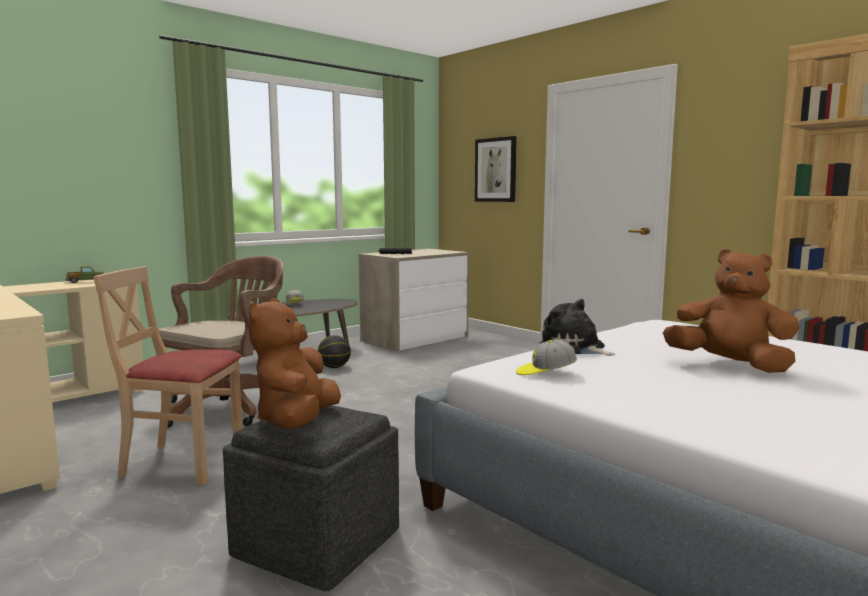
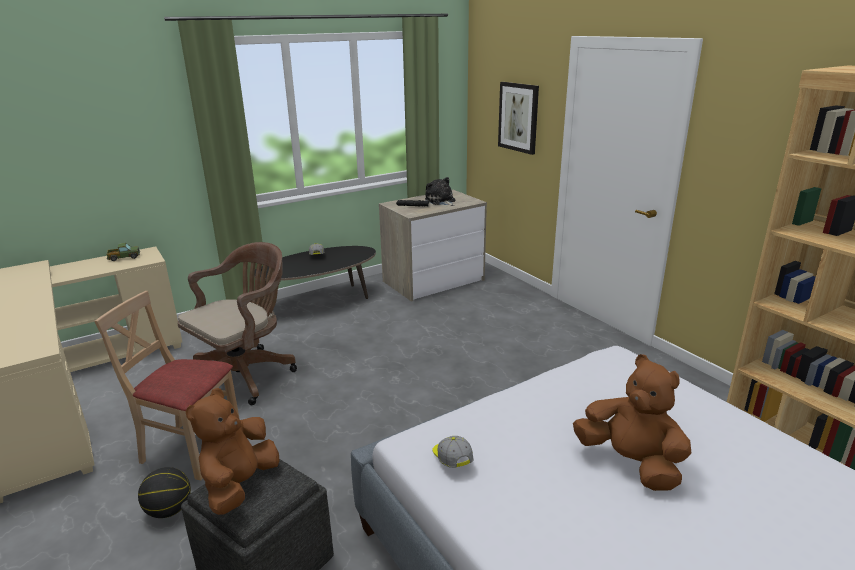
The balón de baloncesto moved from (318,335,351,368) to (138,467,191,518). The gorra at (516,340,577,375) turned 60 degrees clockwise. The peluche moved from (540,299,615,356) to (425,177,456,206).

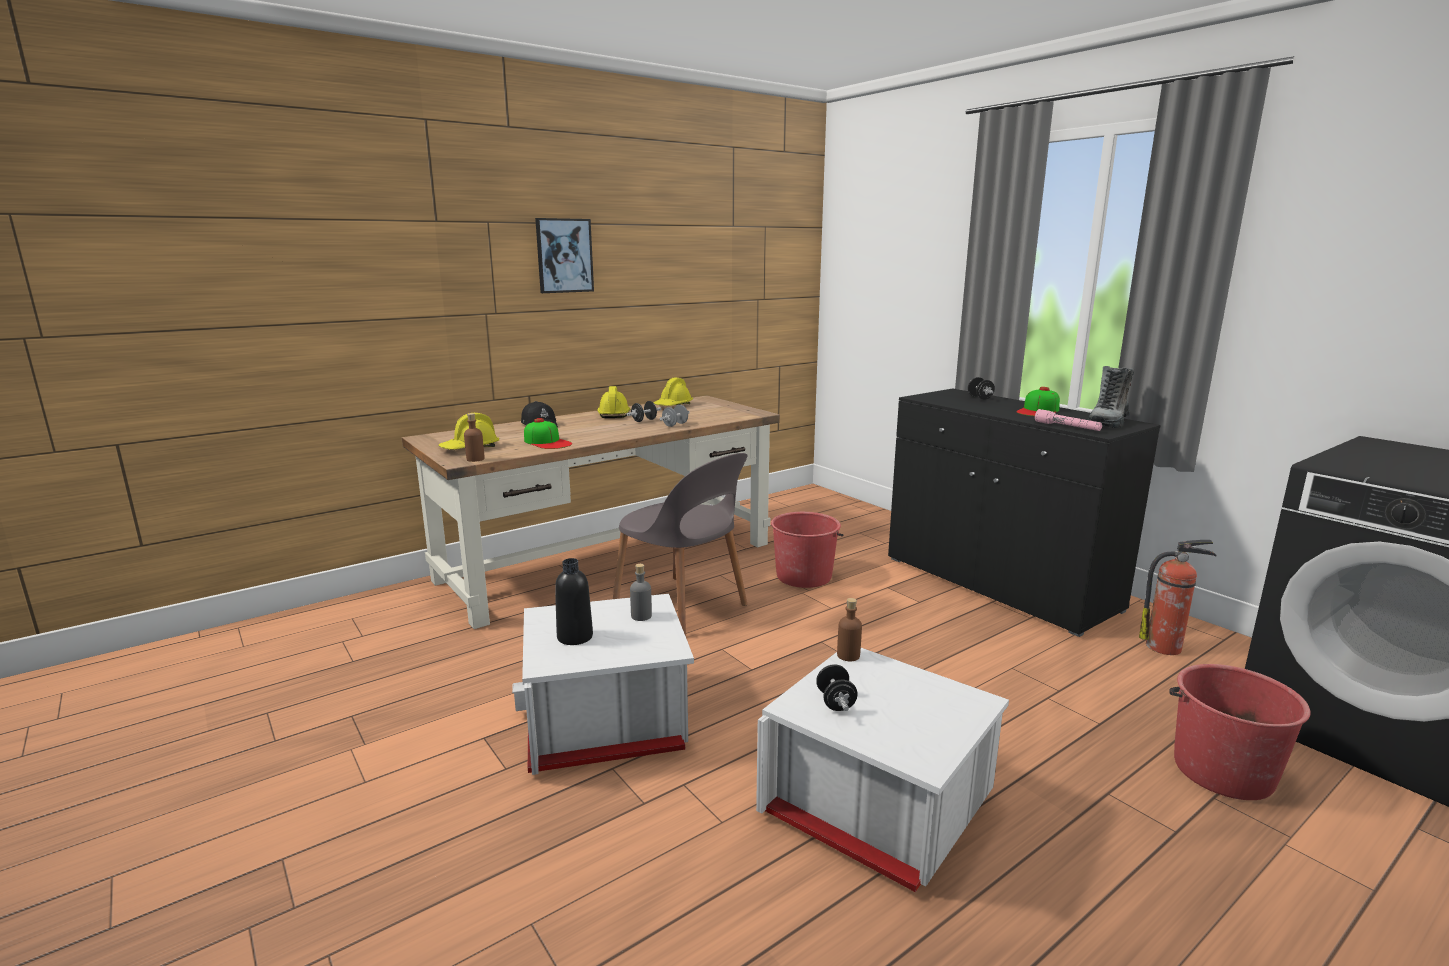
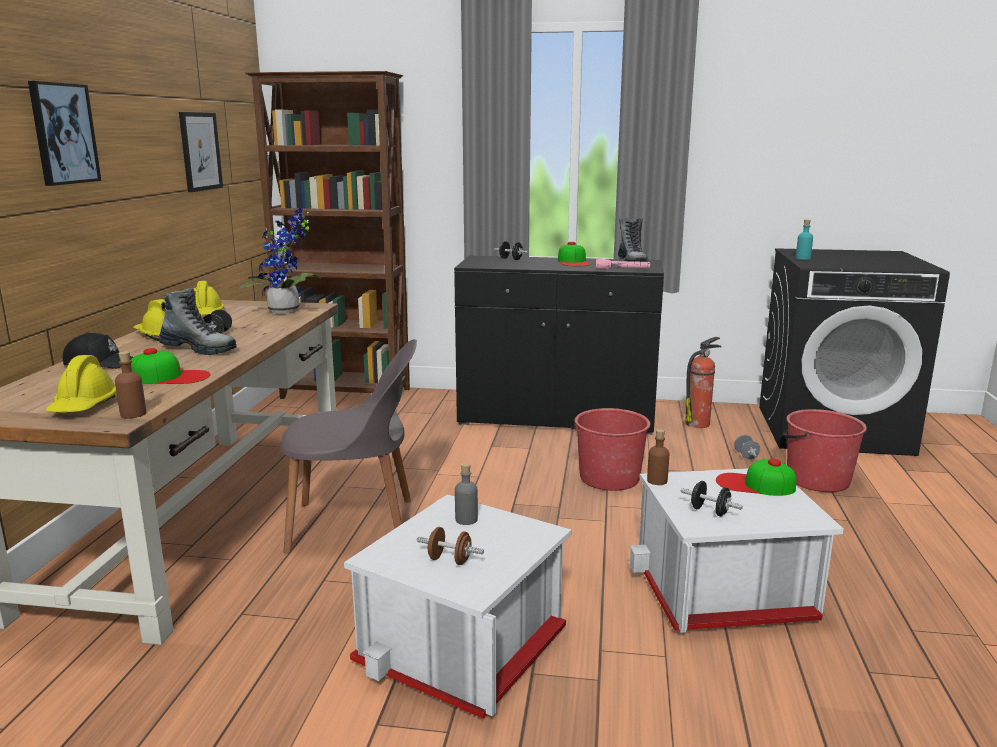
The botella [negro] at (555,558,593,645) was replaced by the mancuerna [marrón] at (417,527,484,565). The mancuerna [gris] moved from (659,405,690,427) to (734,435,760,459). The cubo [rojo] moved from (771,512,844,588) to (571,408,651,491). The bota at (159,288,237,355) appeared. The cuadro at (179,112,223,192) appeared. The planta en maceta at (239,207,321,314) appeared. The estantería [marrón] at (245,71,410,399) appeared. The gorra at (716,458,796,496) appeared. The botella [turquesa] at (796,220,813,260) appeared.

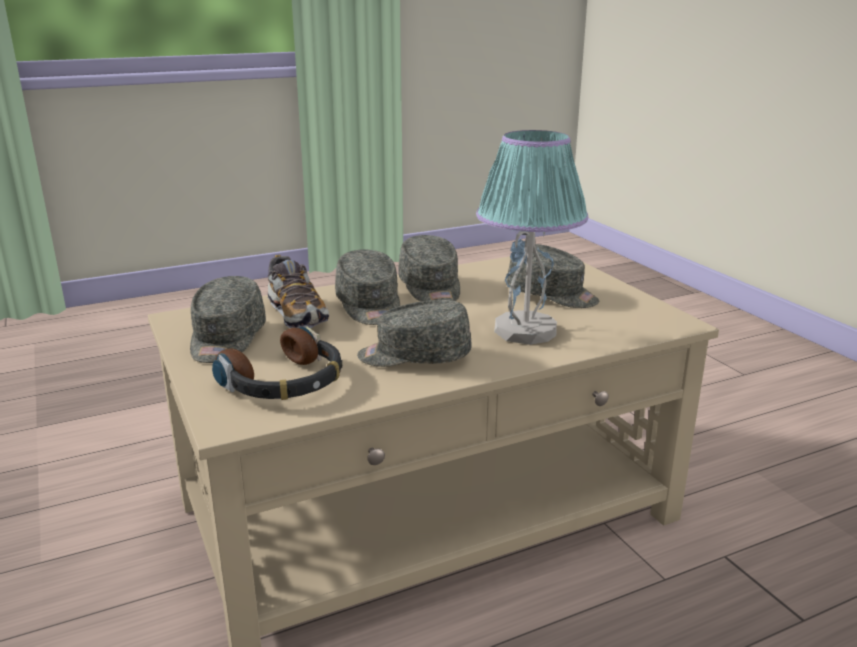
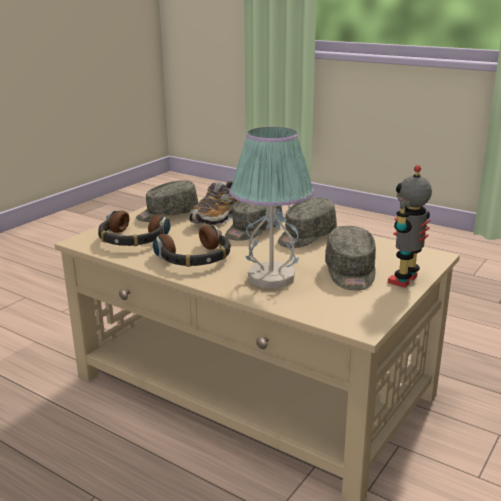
The gorra [gris] at (357,300,472,367) was replaced by the auriculares at (153,226,231,267). The robot de juguete at (388,165,432,288) appeared.

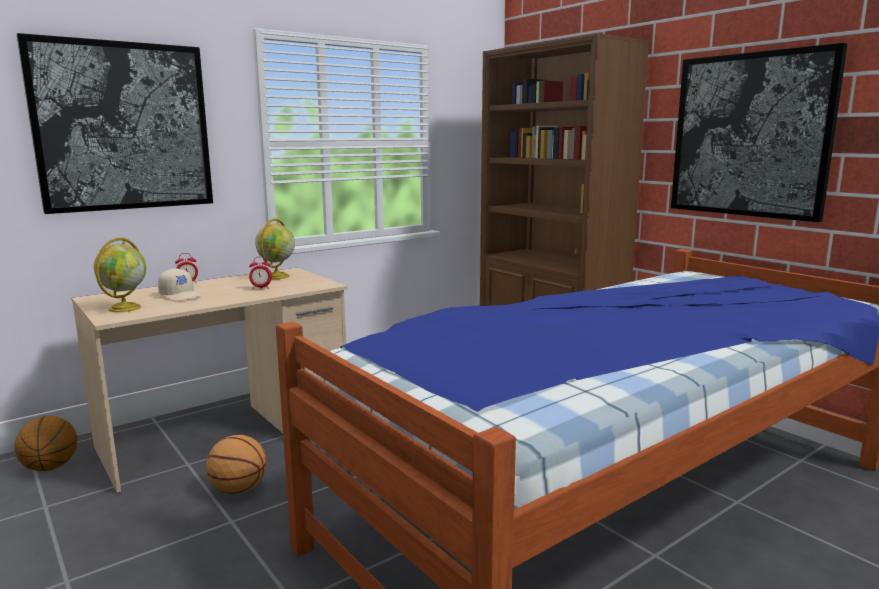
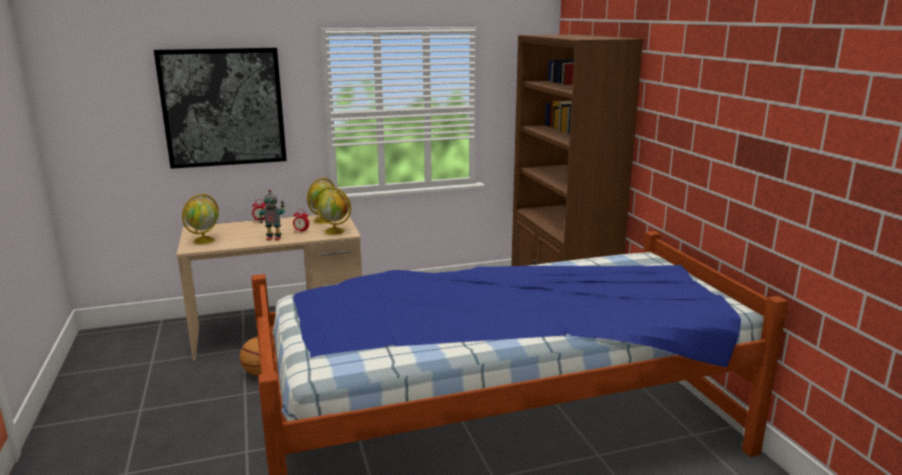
The balón de baloncesto at (14,416,77,471) disappeared. The gorra [beis] at (158,268,201,301) disappeared. The cuadro at (671,43,847,222) disappeared. The robot de juguete at (259,189,285,241) appeared. The globo terráqueo at (315,187,351,235) appeared.

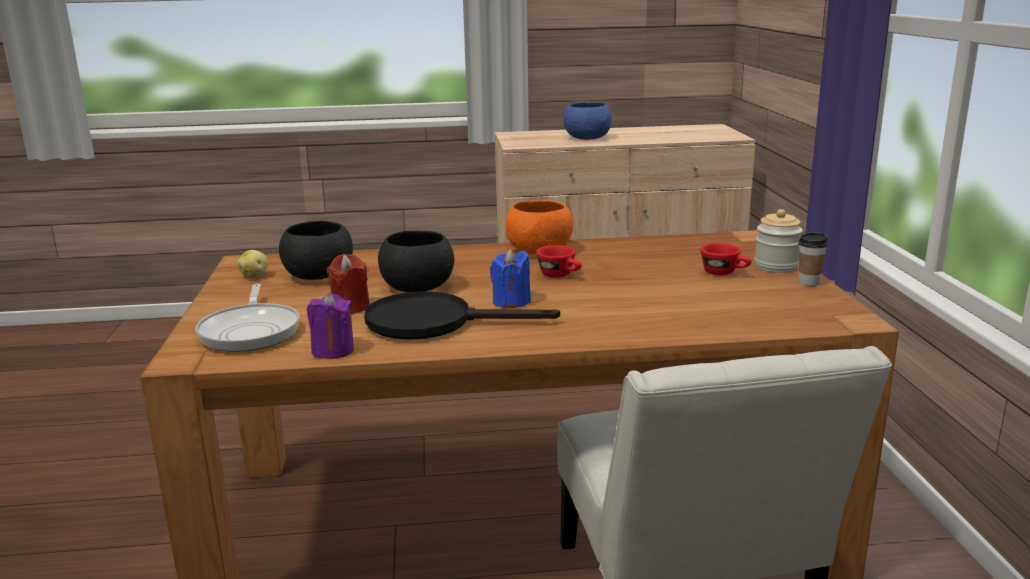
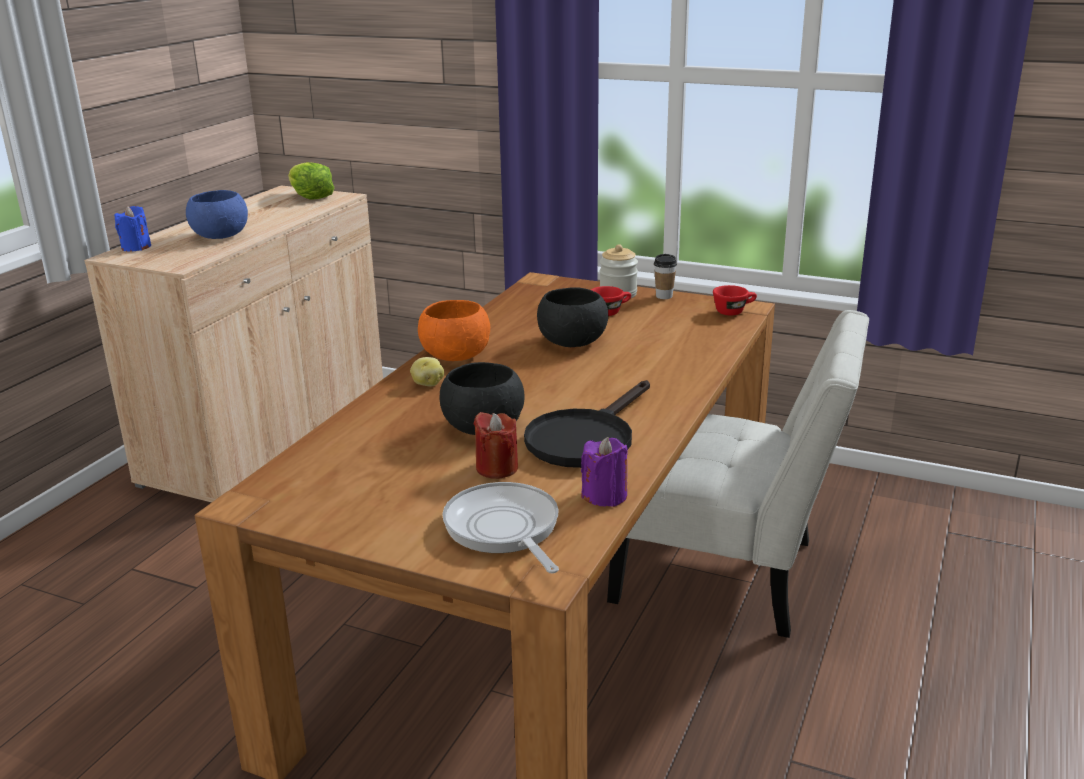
The sartén at (195,284,300,352) turned 135 degrees counterclockwise. The patata moved from (237,250,268,278) to (410,357,444,387). The cuenco [negro] moved from (279,221,353,280) to (537,287,608,347). The vela [azul] moved from (490,249,531,308) to (114,206,151,252). The taza [rojo] moved from (536,245,582,278) to (713,285,757,315). The lechuga at (288,162,334,200) appeared.

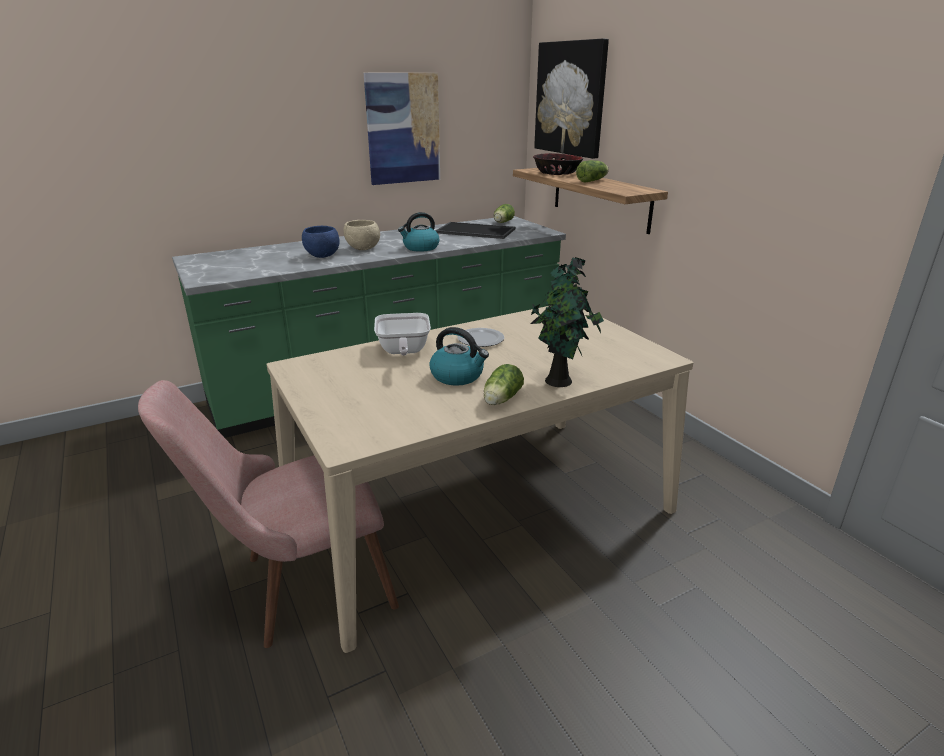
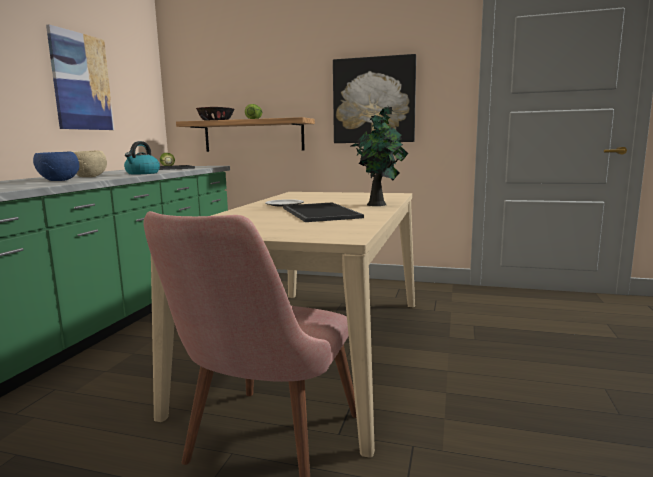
The sartén at (374,313,431,356) disappeared. The hervidor at (429,327,489,386) was replaced by the bandeja at (283,202,364,222). The lechuga at (484,364,524,405) disappeared. The cuadro moved from (534,39,609,159) to (333,54,416,143).

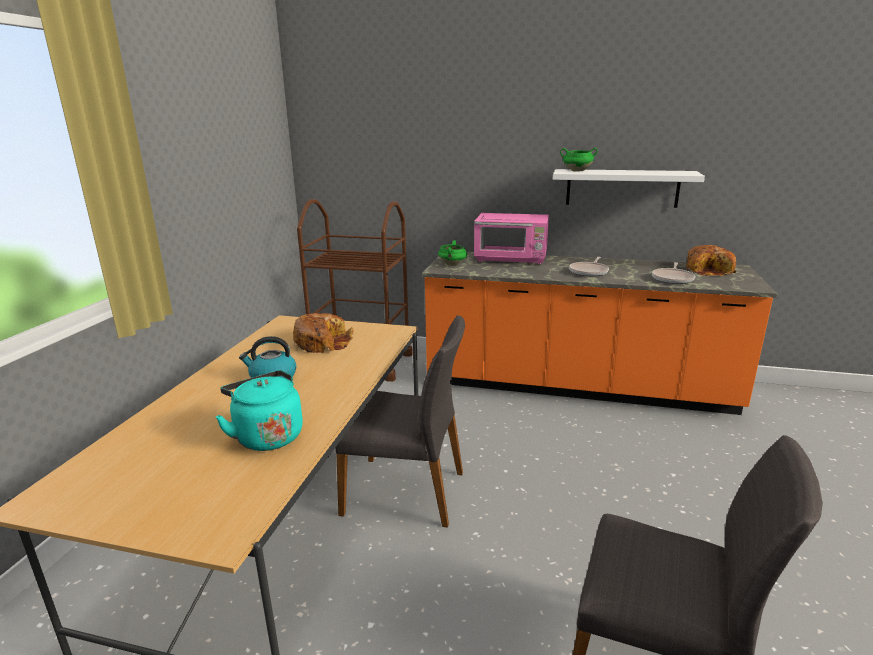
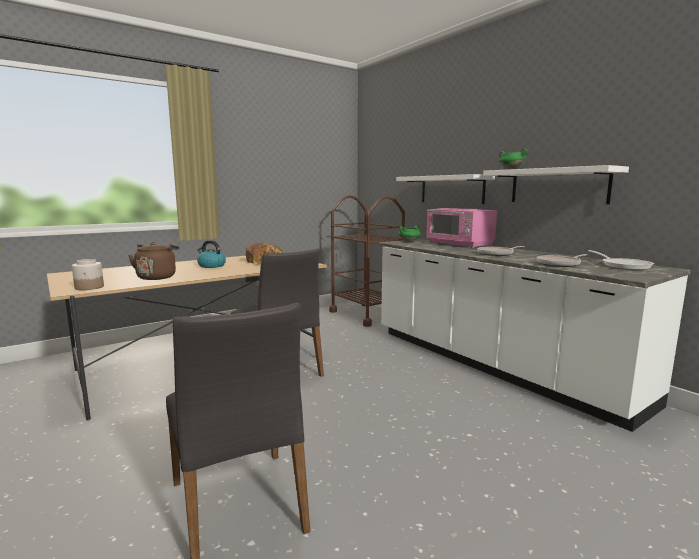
The hervidor [turquesa] at (216,370,303,451) became the hervidor [marrón] at (128,242,180,280). The mueble bajo de cocina [naranja] at (422,252,778,415) became the mueble bajo de cocina [blanco] at (379,238,691,432). The pan at (686,245,736,276) was replaced by the sartén at (588,250,654,270). The tarro at (72,259,104,290) appeared. The estante [blanco] at (396,174,495,204) appeared.

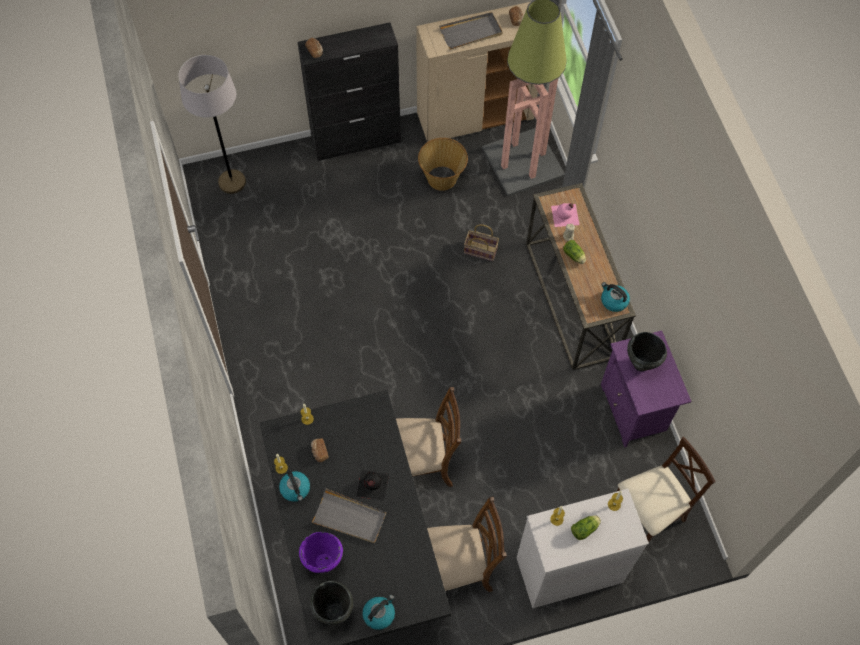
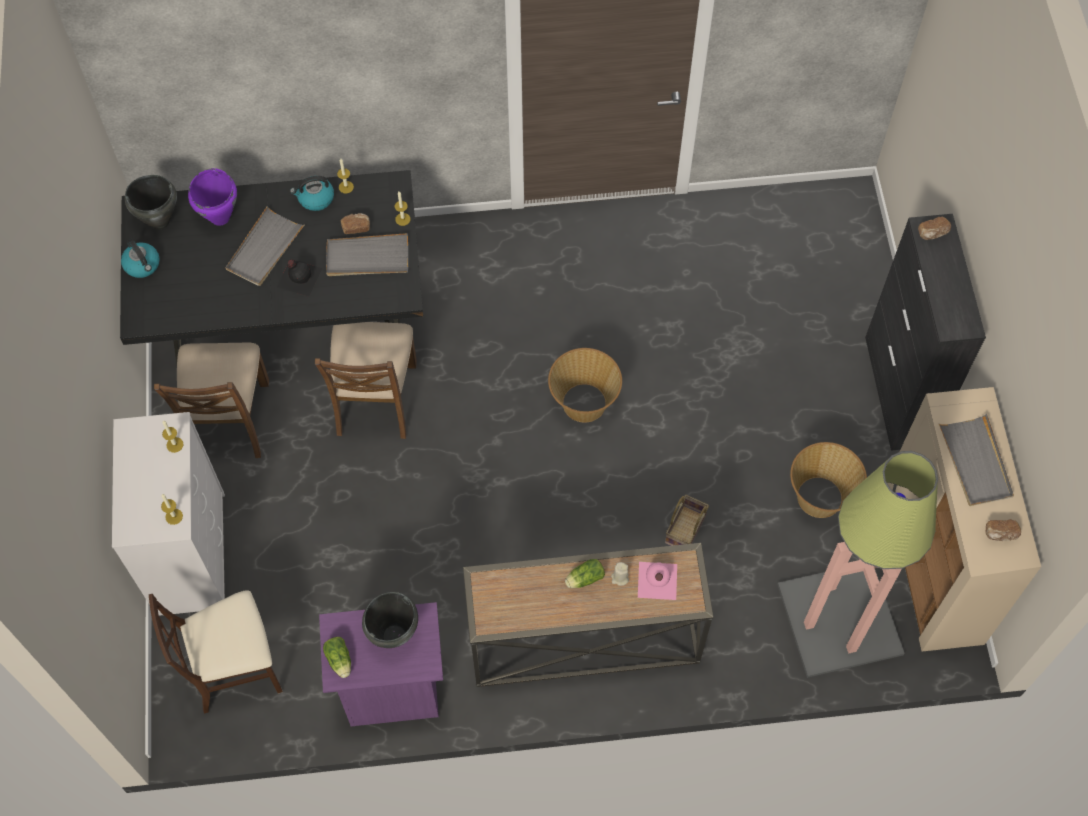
The lámpara de pie [gris] at (179,55,246,194) disappeared. The lechuga moved from (571,515,601,540) to (323,637,351,678). The hervidor at (601,282,630,312) disappeared. The silla [beis] at (617,437,716,550) turned 90 degrees clockwise. The bandeja [gris] at (326,233,408,276) appeared. The cesta at (548,348,622,423) appeared.

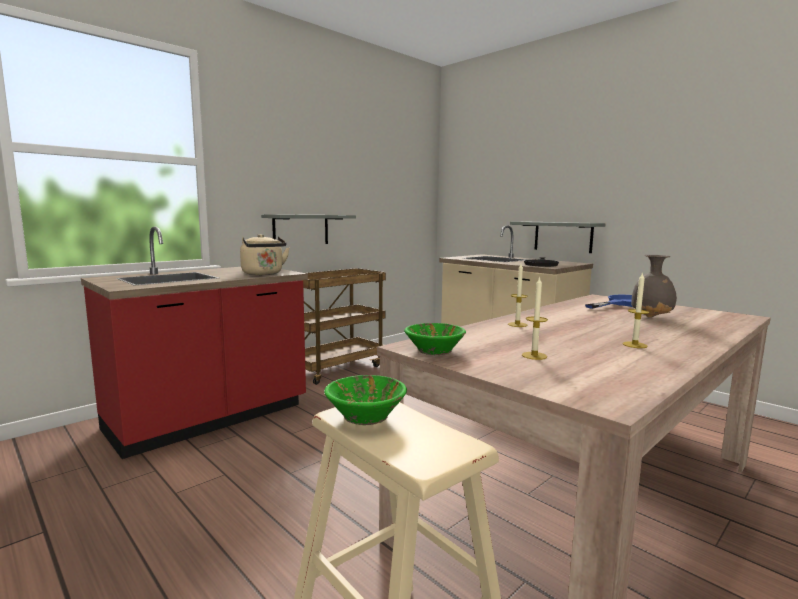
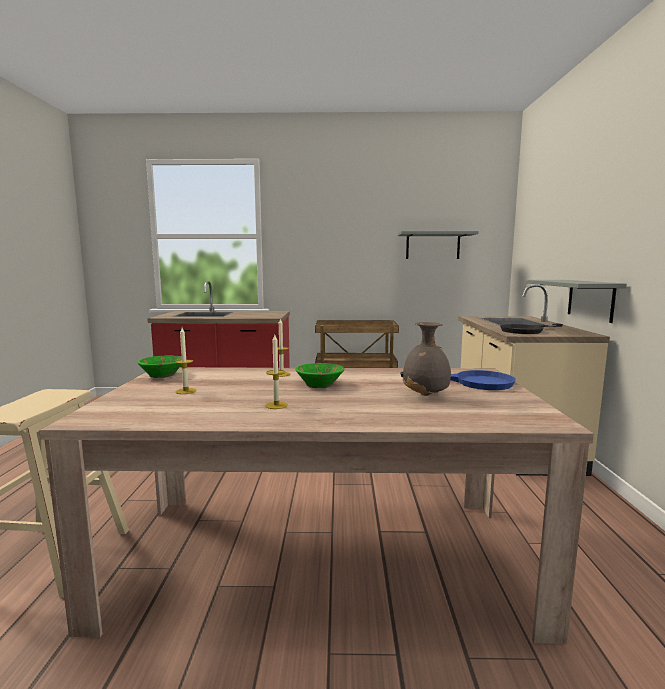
The hervidor [beis] at (240,234,289,275) disappeared. The estante [gris] moved from (261,214,356,244) to (397,231,479,259). The cuenco [verde] moved from (324,375,407,425) to (295,363,344,388).

